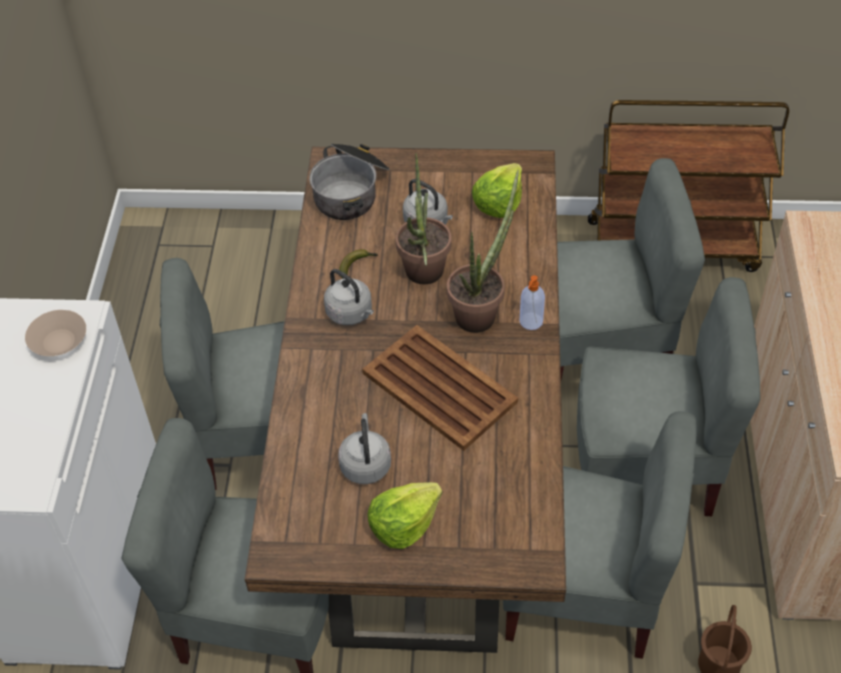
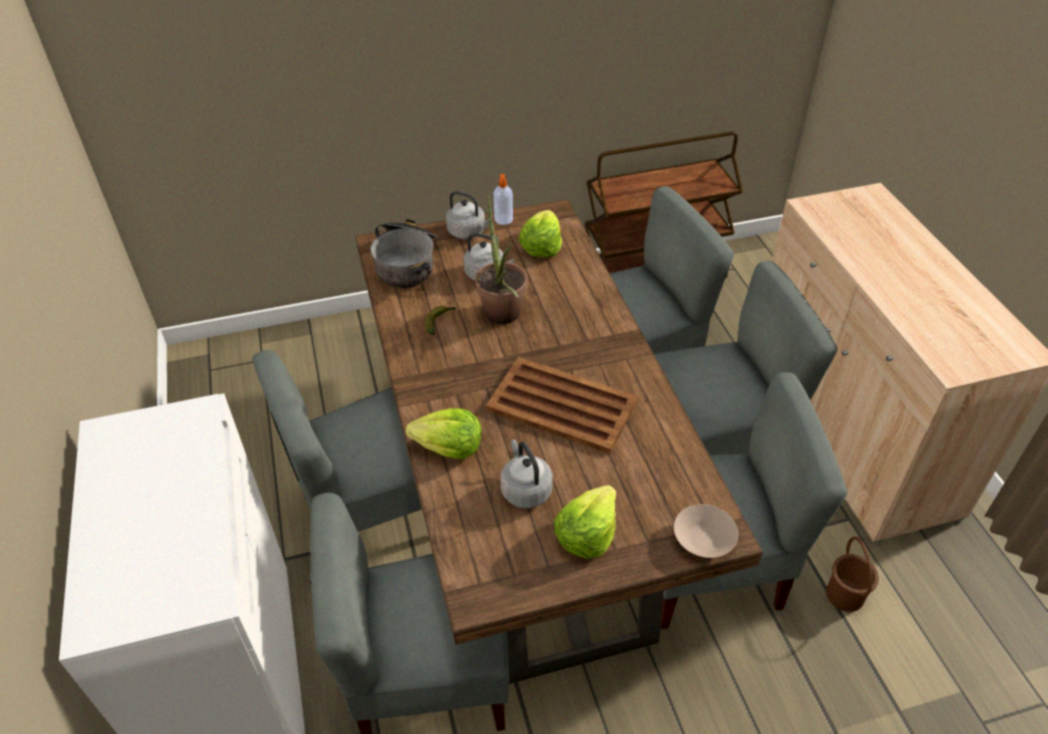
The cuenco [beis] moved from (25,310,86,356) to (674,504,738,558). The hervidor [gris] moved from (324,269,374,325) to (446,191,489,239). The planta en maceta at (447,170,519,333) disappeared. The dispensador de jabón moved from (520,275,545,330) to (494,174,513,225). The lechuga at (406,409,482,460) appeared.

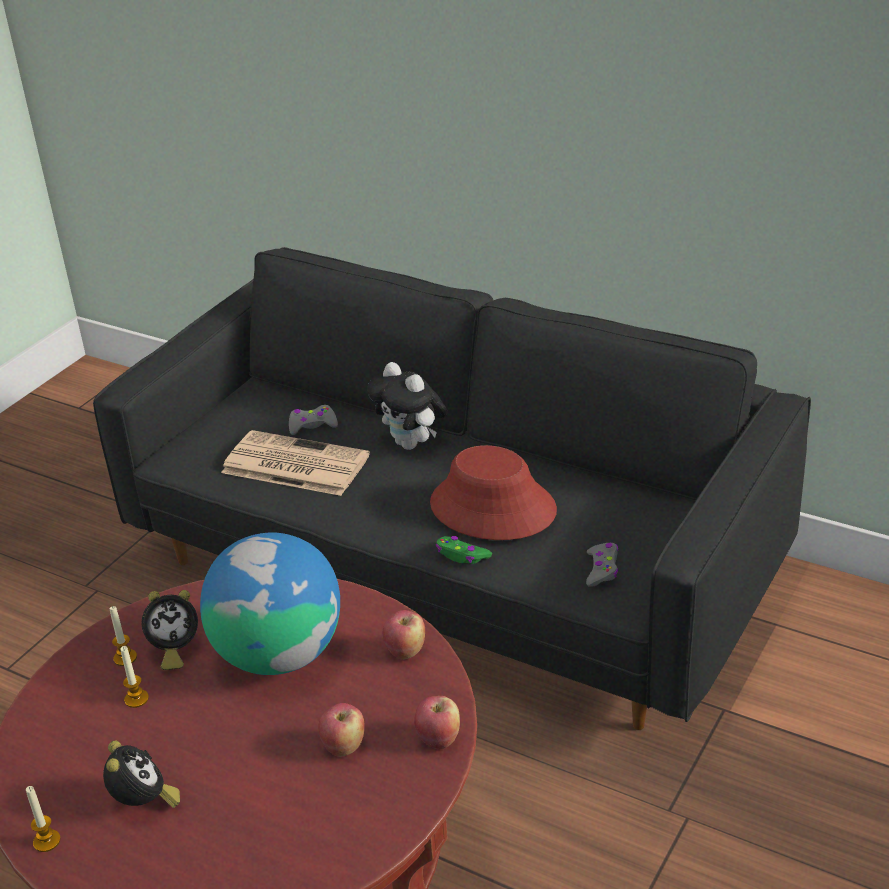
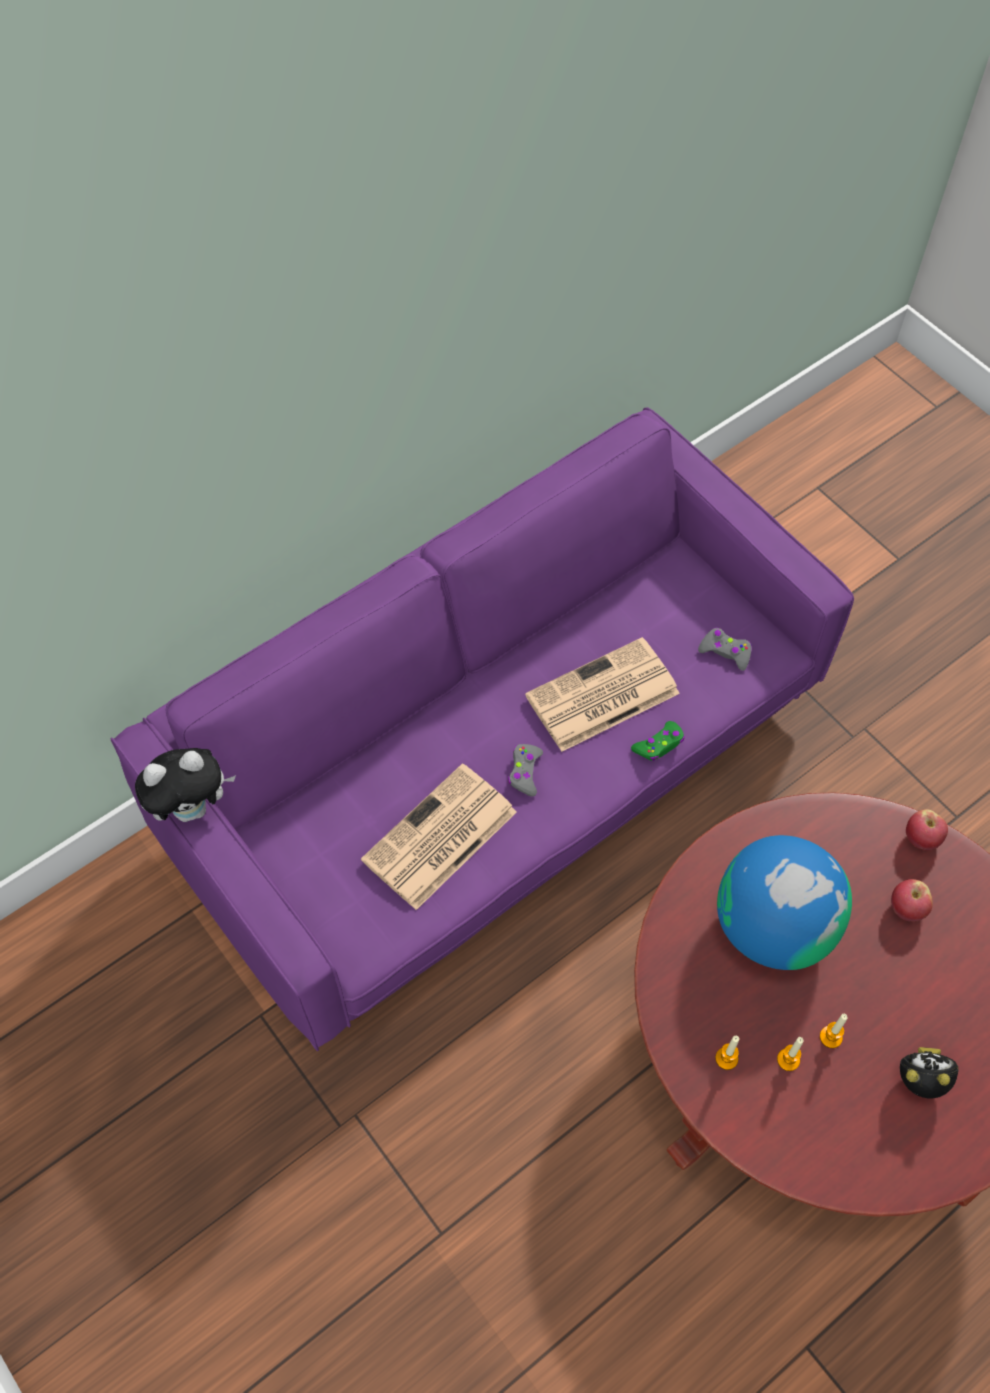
The vela moved from (26,786,61,852) to (820,1014,848,1048). The sofá [negro] at (93,247,811,730) became the sofá [morado] at (111,408,854,1051). The despertador at (142,590,198,670) disappeared. The mando de consola [gris] moved from (289,405,338,435) to (508,744,543,797). The peluche moved from (367,362,448,450) to (135,748,236,822). The manzana at (383,610,425,660) disappeared. The sombrero [rojo] at (430,445,557,540) was replaced by the periódico at (525,637,680,752).

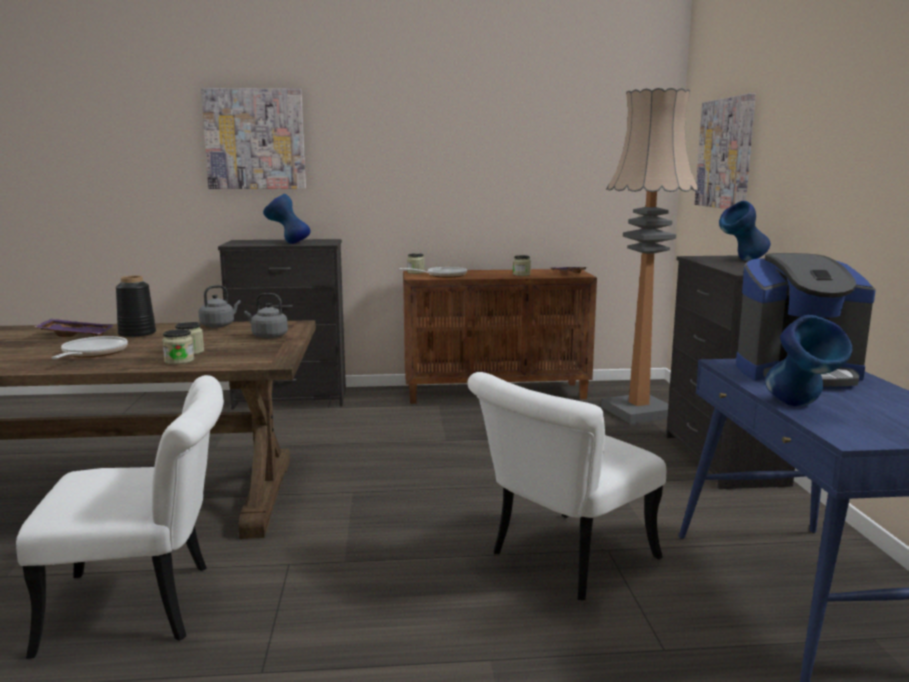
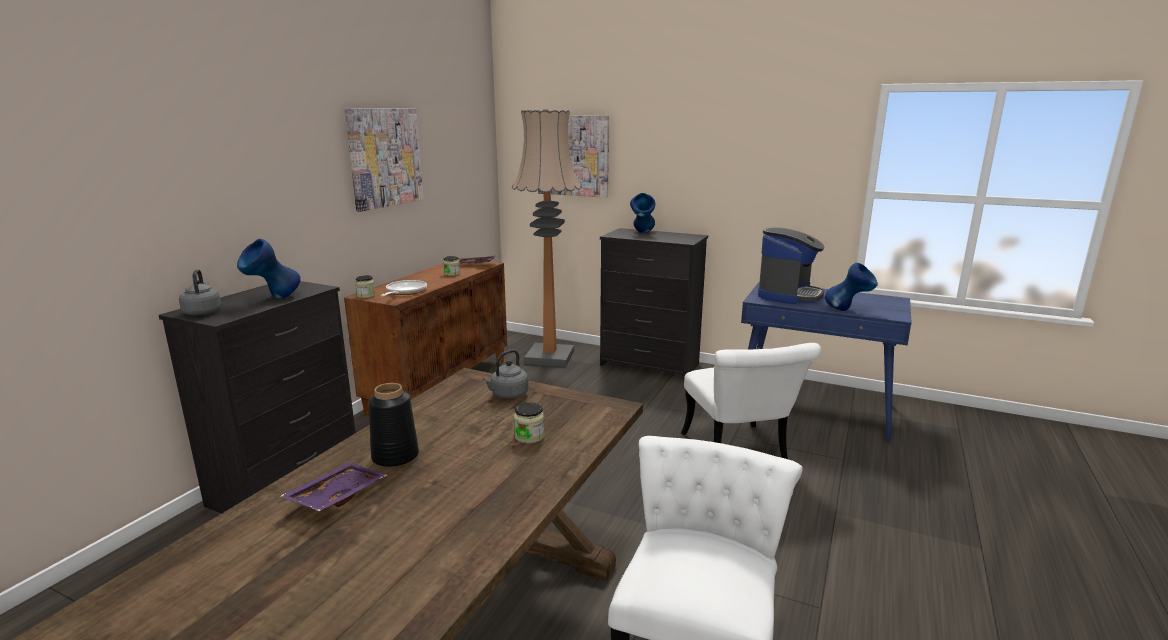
The sartén at (52,336,128,359) disappeared. The tarro at (162,329,194,365) disappeared. The hervidor [gris] moved from (198,285,241,328) to (179,269,221,315). The cuadro moved from (201,88,306,189) to (345,108,423,212).

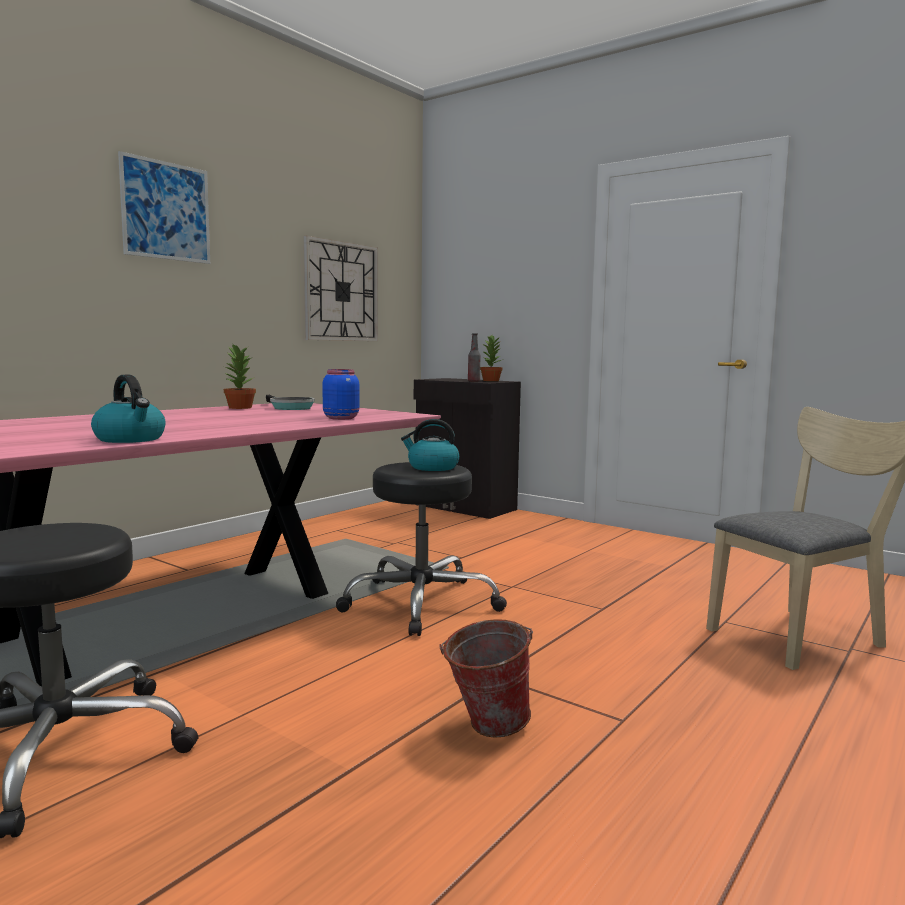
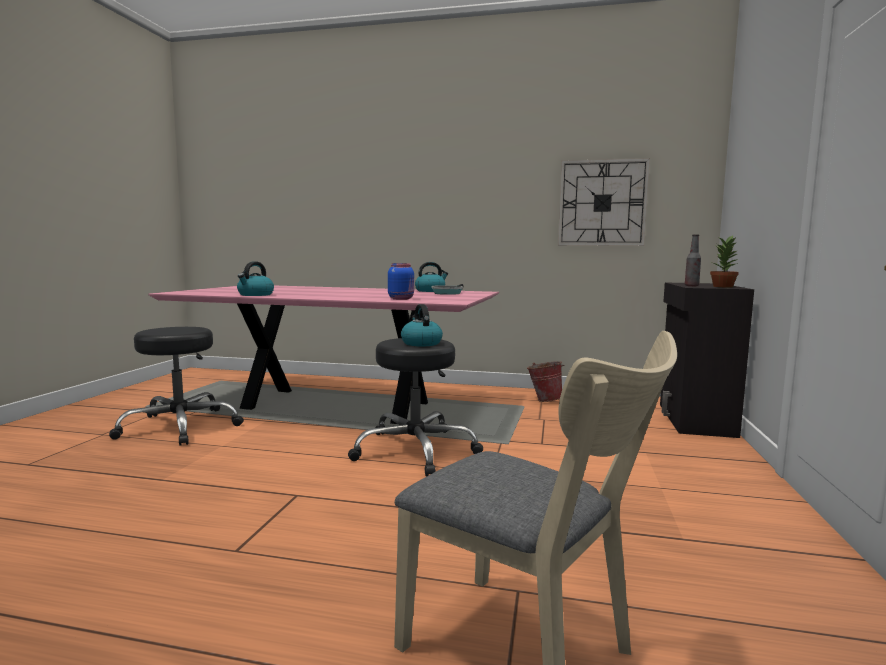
The cuadro at (118,151,210,264) disappeared. The planta en maceta at (224,343,256,409) was replaced by the hervidor at (415,262,448,292). The cubo moved from (439,619,533,738) to (527,361,565,402).

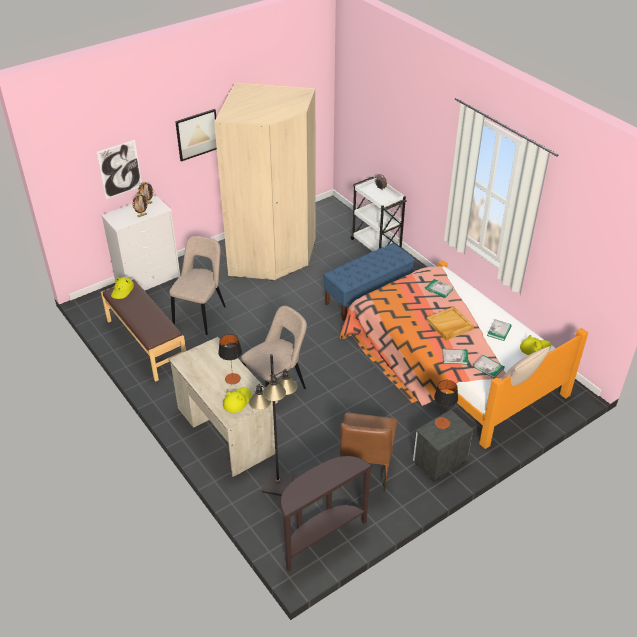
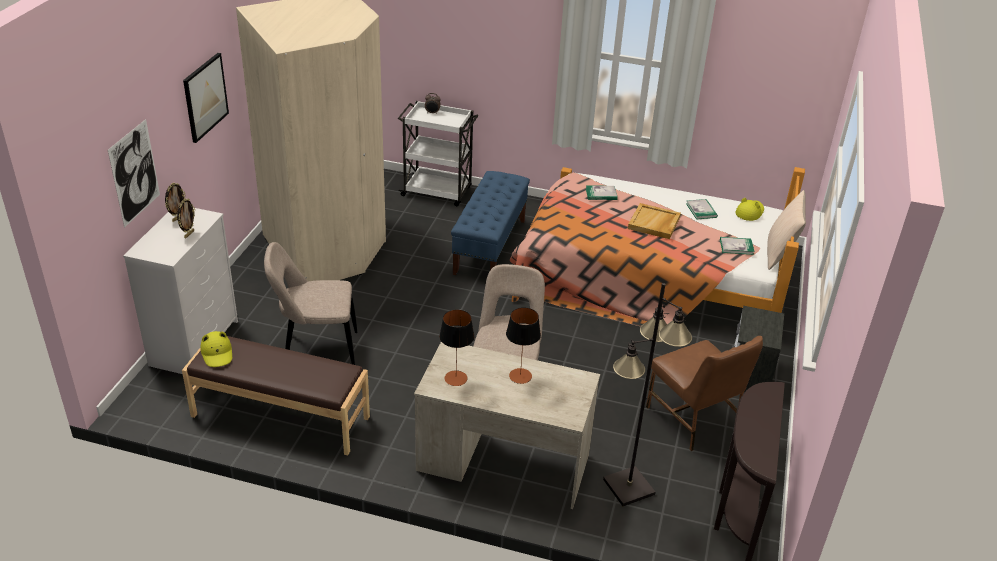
The silla [beis] at (169,236,226,335) turned 75 degrees counterclockwise. The sombrero [amarillo] at (223,387,251,413) disappeared. The lámpara de mesa moved from (434,380,458,429) to (439,310,474,386). The libro at (442,348,469,365) disappeared.

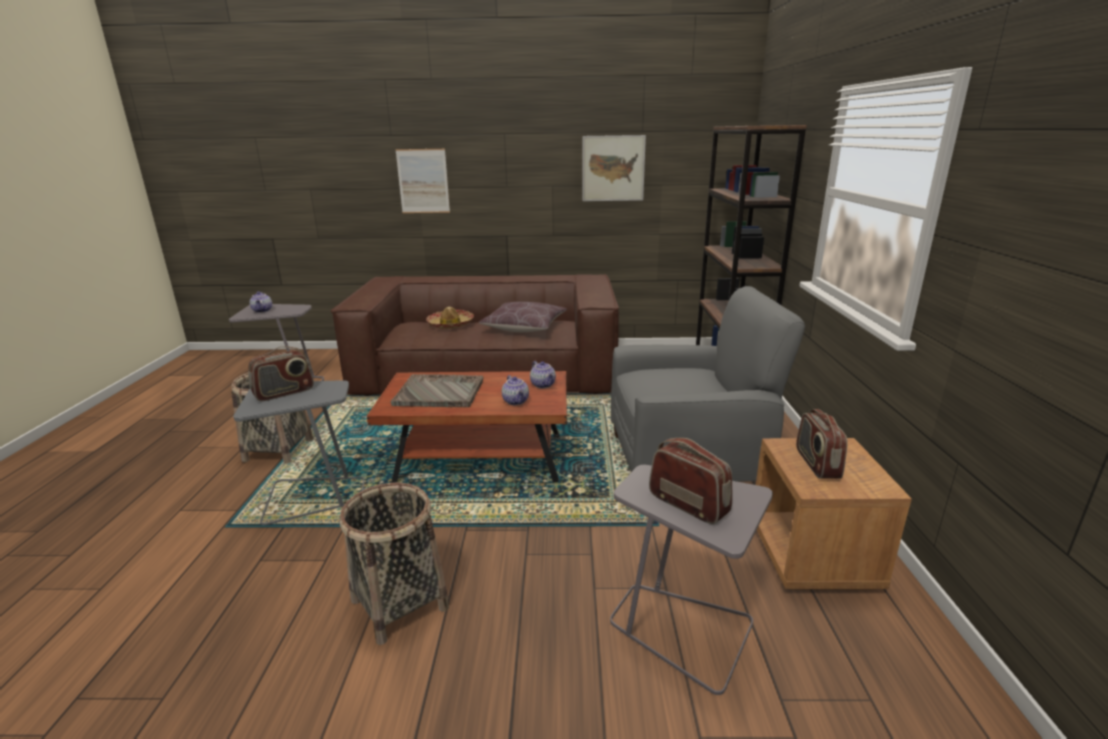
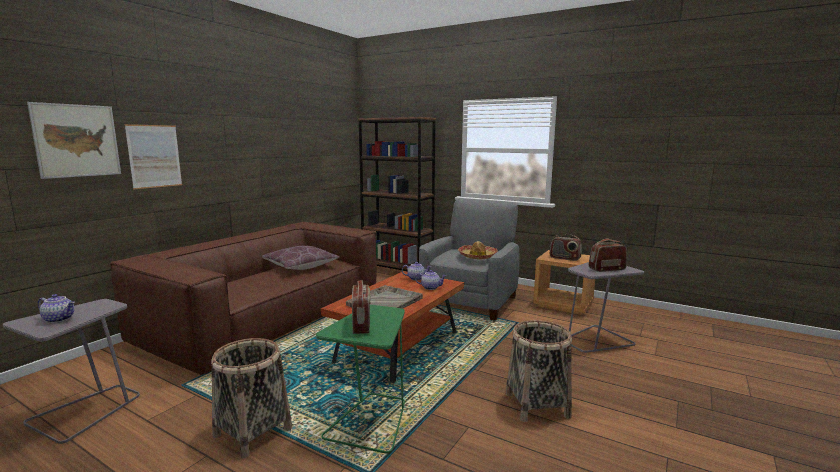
The mesa auxiliar [gris] at (233,380,365,525) became the mesa auxiliar [verde] at (316,305,405,453). The sombrero moved from (426,307,474,329) to (458,241,498,260). The cuadro moved from (582,135,646,201) to (27,102,121,179).

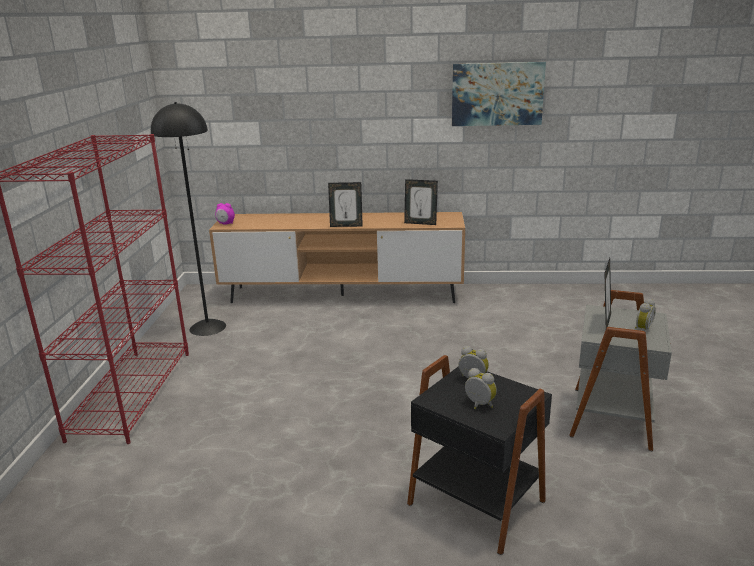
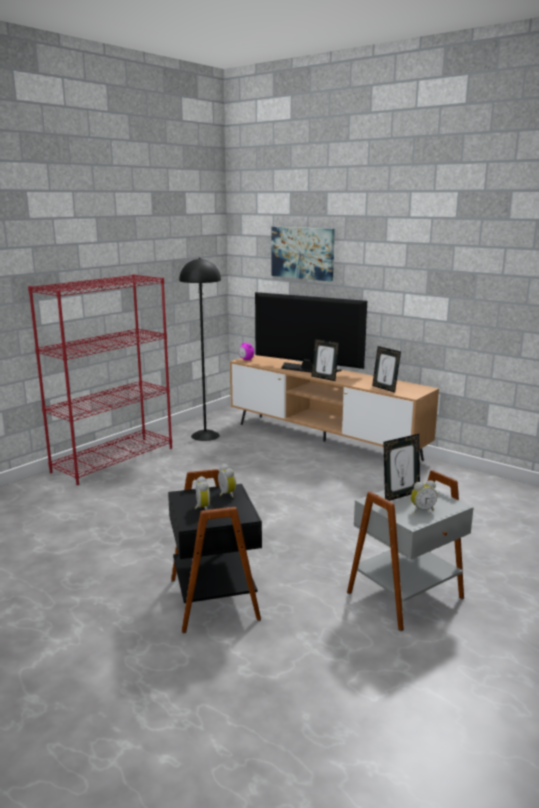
The cuadro moved from (452,62,546,126) to (271,227,335,281). The televisor at (255,292,367,373) appeared.

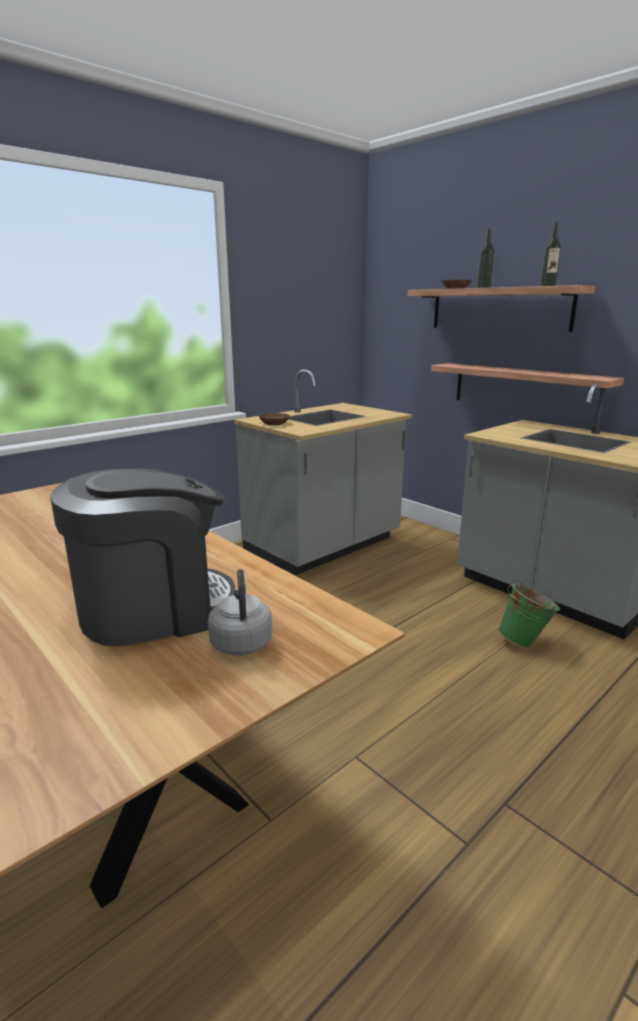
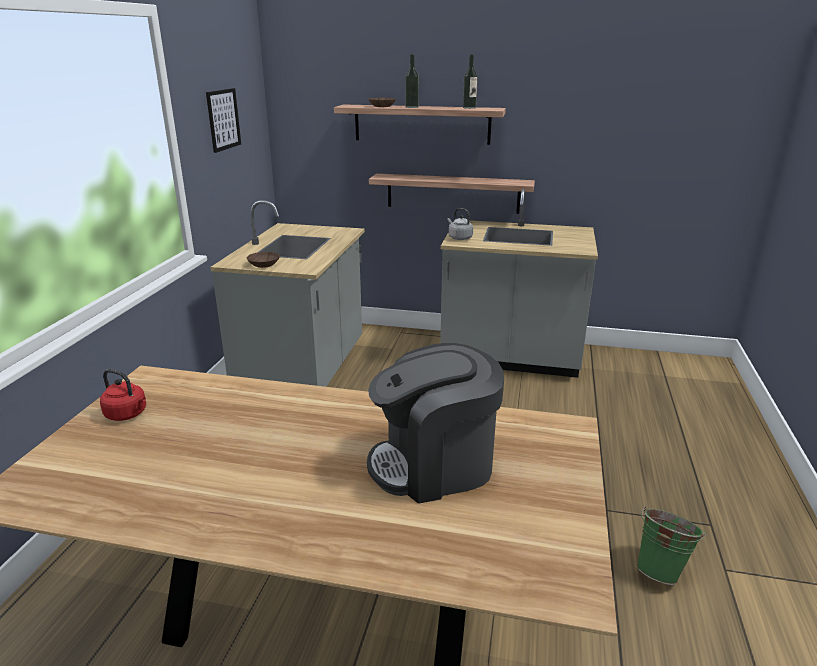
The cafetera at (50,469,235,646) turned 135 degrees counterclockwise. The hervidor [gris] moved from (208,569,272,655) to (447,208,473,240). The cubo [verde] moved from (498,582,560,648) to (637,506,706,585). The hervidor [rojo] at (100,369,146,421) appeared. The cuadro at (206,88,241,153) appeared.

